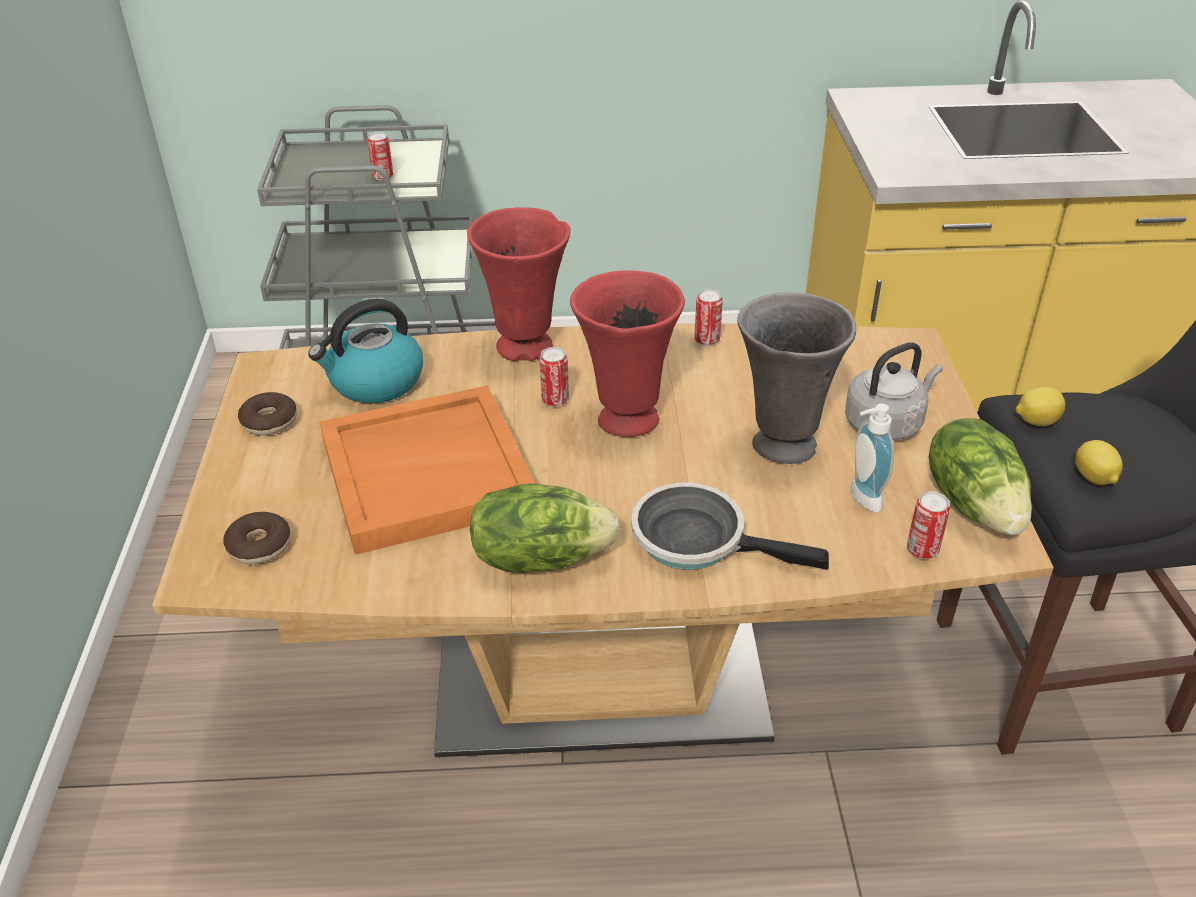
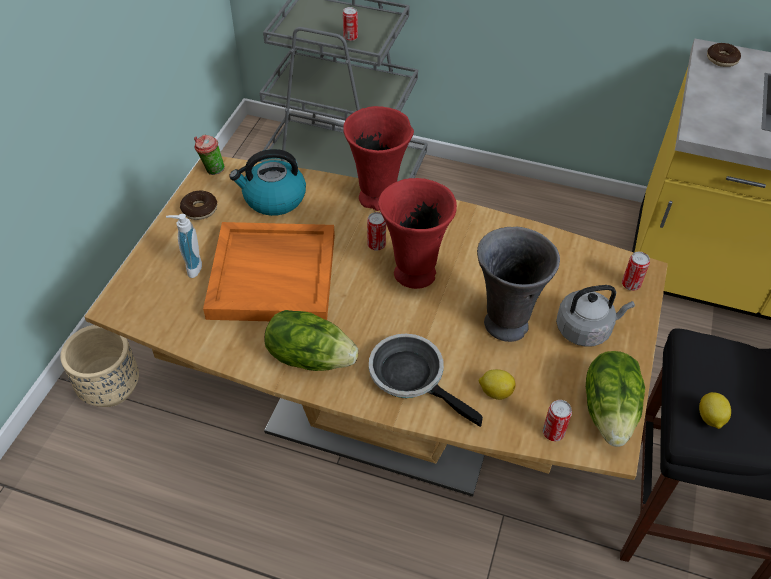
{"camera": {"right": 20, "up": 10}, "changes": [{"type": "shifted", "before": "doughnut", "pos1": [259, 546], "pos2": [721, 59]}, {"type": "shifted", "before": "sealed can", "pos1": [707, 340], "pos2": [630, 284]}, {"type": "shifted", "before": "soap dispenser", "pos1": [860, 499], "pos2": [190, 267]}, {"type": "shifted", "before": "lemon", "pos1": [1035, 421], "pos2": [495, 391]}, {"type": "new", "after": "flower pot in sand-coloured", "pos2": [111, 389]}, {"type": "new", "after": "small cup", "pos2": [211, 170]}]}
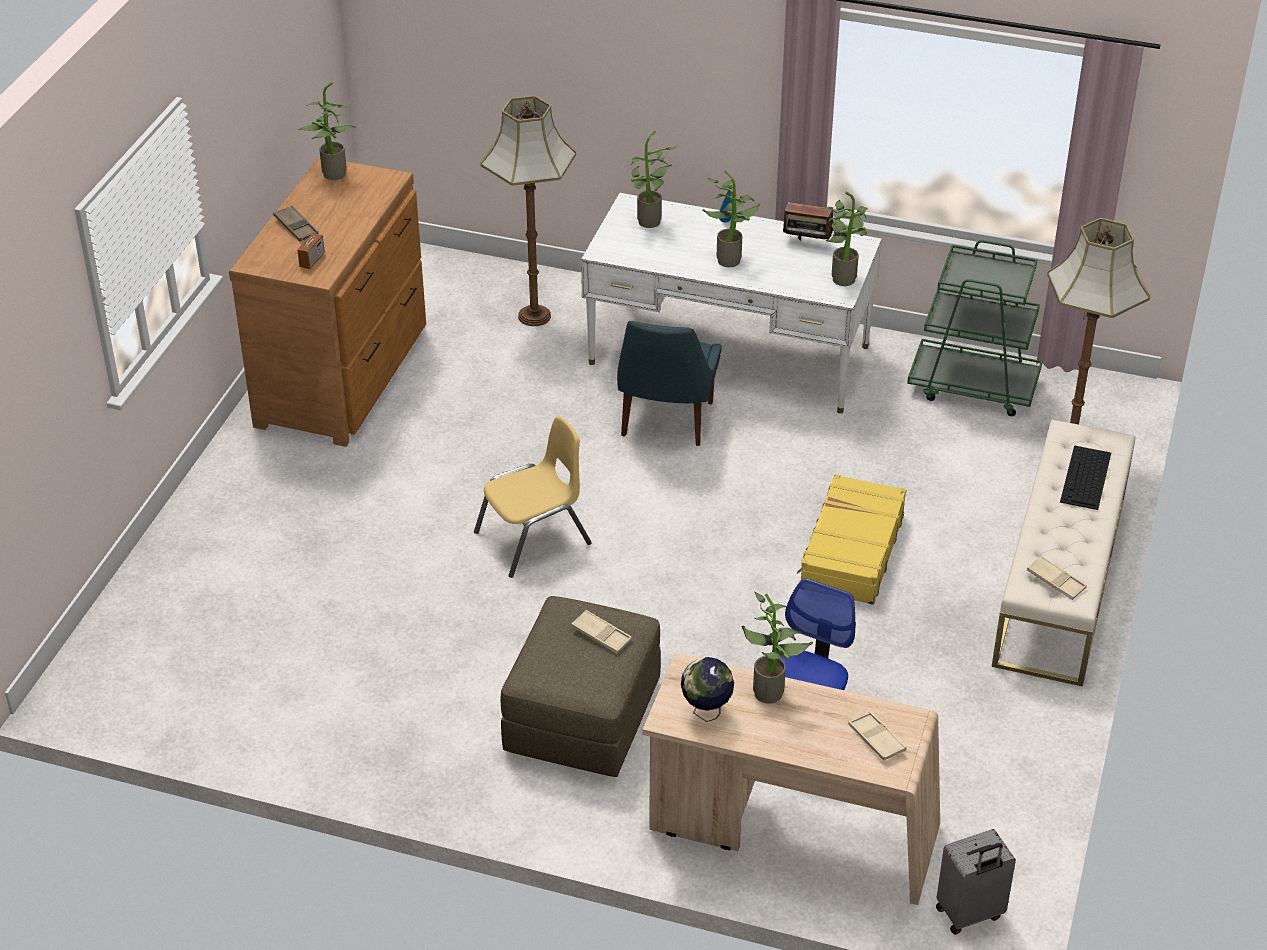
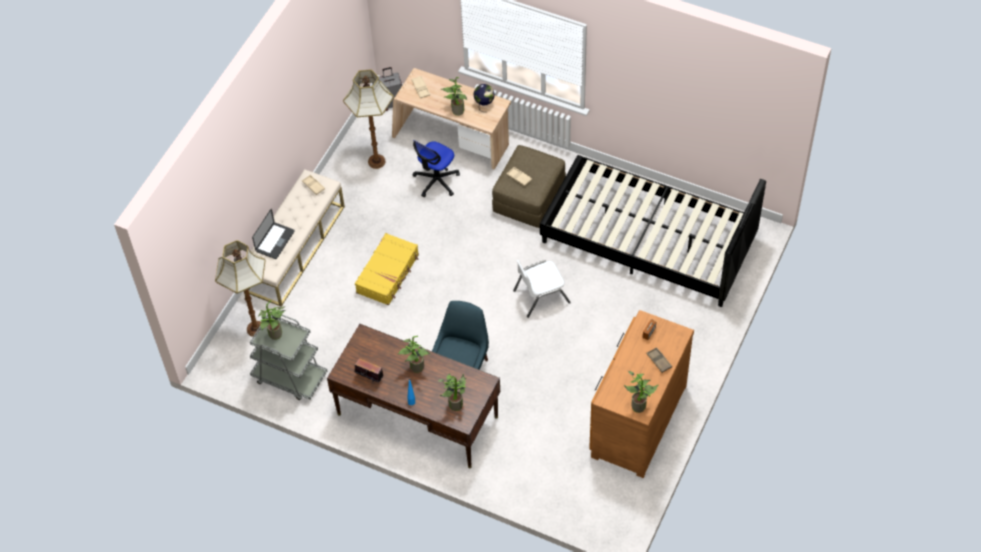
{"camera": {"right": -170, "up": 15}, "changes": [{"type": "repainted", "before": "upright chair in yellow-coloured", "after": "upright chair in whitish", "pos1": [534, 539], "pos2": [541, 296]}, {"type": "shifted", "before": "standing lamp", "pos1": [534, 315], "pos2": [376, 162]}, {"type": "repainted", "before": "desk unit in whitish", "after": "desk unit in brown-coloured", "pos1": [728, 355], "pos2": [417, 415]}, {"type": "shifted", "before": "houseplant", "pos1": [842, 277], "pos2": [275, 336]}, {"type": "repainted", "before": "cart in green", "after": "cart in gray", "pos1": [973, 386], "pos2": [289, 377]}, {"type": "swapped", "before": "computer keyboard", "after": "laptop", "pos1": [1086, 478], "pos2": [275, 241]}, {"type": "new", "after": "bed in black-coloured", "pos2": [648, 241]}]}
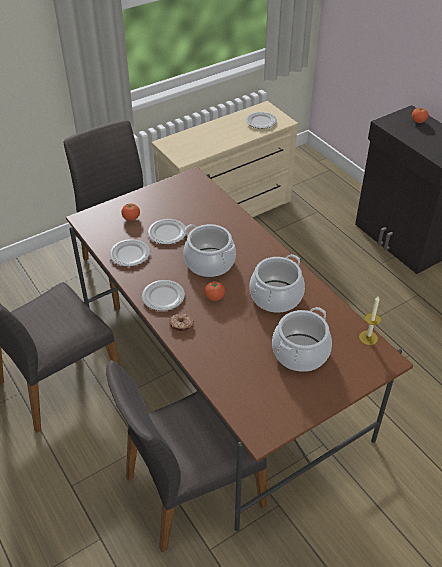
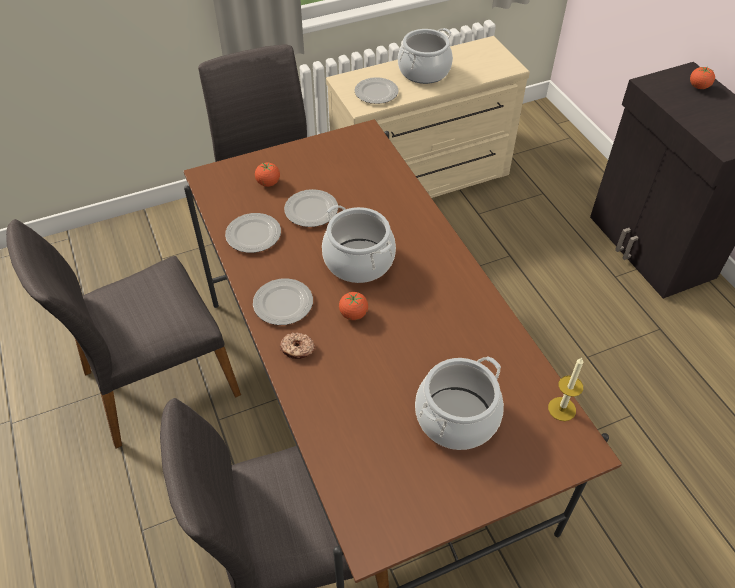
{"camera": {"right": 10, "up": 5}, "changes": [{"type": "shifted", "before": "flat dish", "pos1": [261, 122], "pos2": [376, 93]}, {"type": "shifted", "before": "saucepot", "pos1": [275, 296], "pos2": [424, 71]}]}
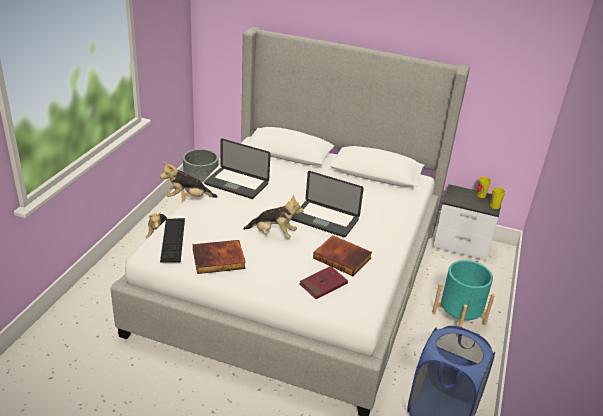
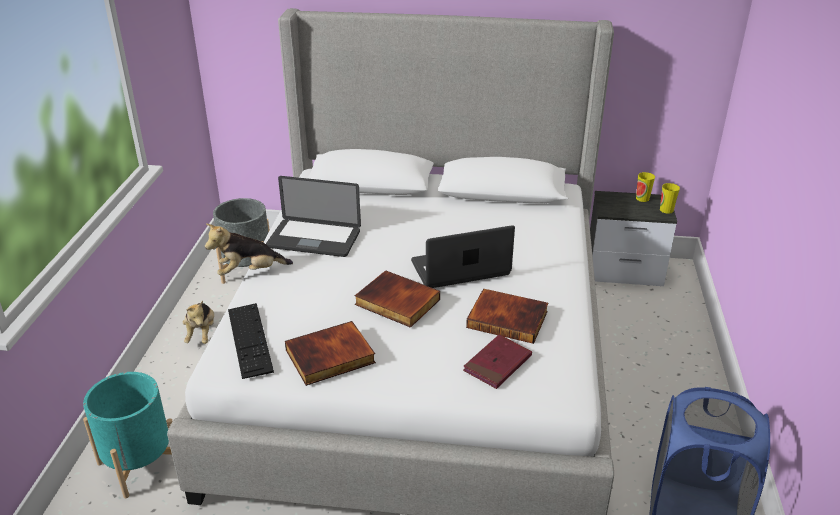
{"camera": {"right": -10, "up": 0}, "changes": [{"type": "swapped", "before": "cuddly toy", "after": "book", "pos1": [273, 234], "pos2": [396, 303]}, {"type": "rotated", "before": "laptop", "pos1": [324, 220], "pos2": [460, 269], "turn": 150}, {"type": "shifted", "before": "flower pot in turquoise-coloured", "pos1": [458, 318], "pos2": [139, 464]}]}
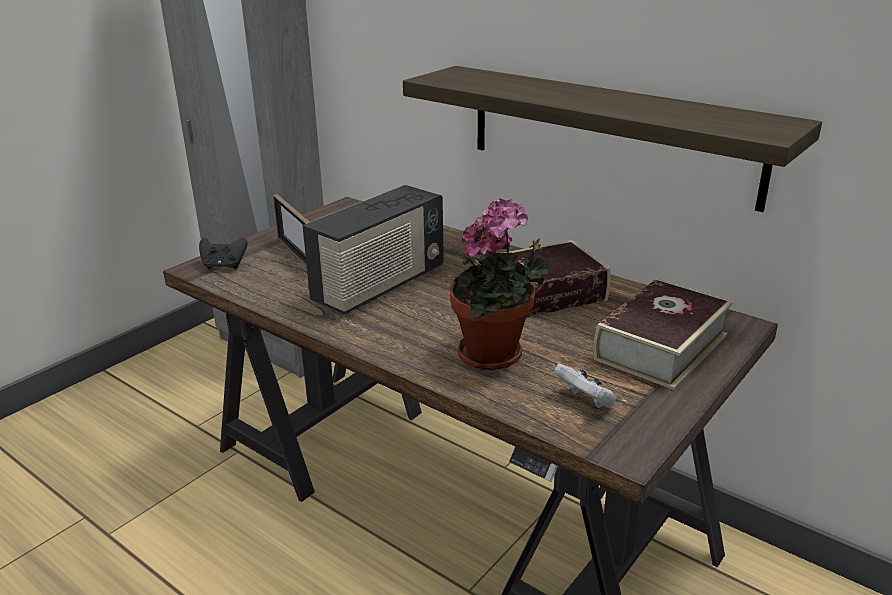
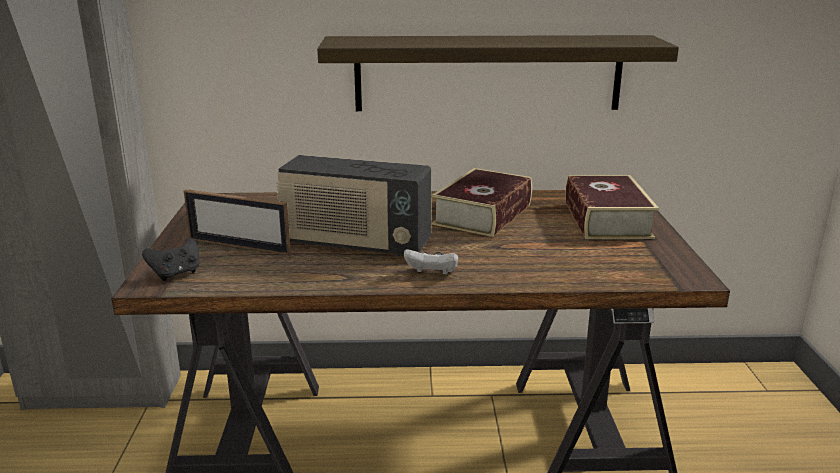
{"camera": {"right": -40, "up": -5}, "changes": [{"type": "rotated", "before": "radio", "pos1": [380, 286], "pos2": [356, 244], "turn": 105}, {"type": "gone", "before": "houseplant", "pos1": [495, 356]}, {"type": "shifted", "before": "game controller in whitish", "pos1": [585, 401], "pos2": [432, 274]}]}
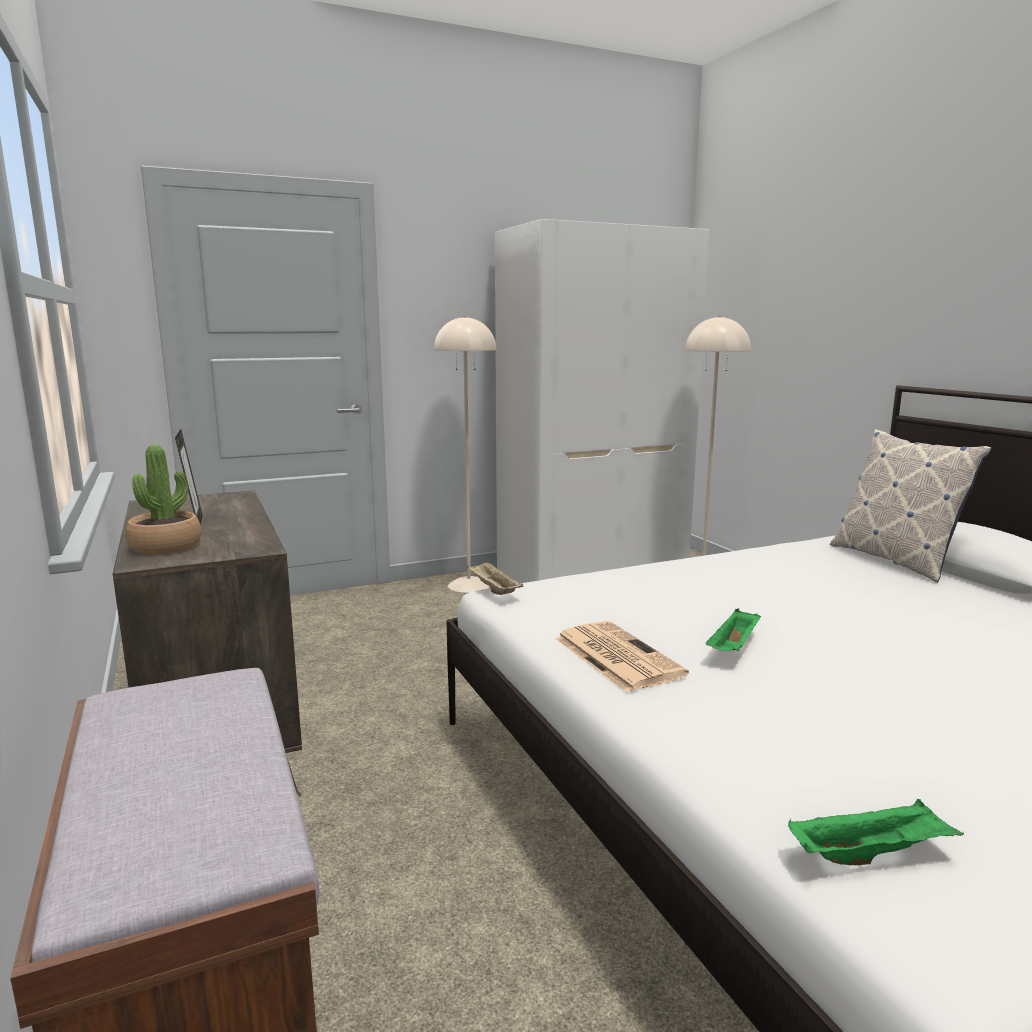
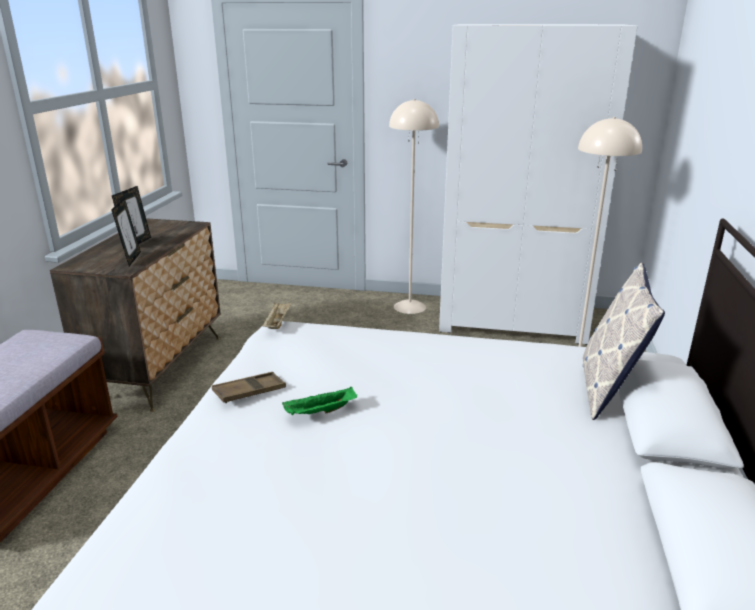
{"camera": {"right": 35, "up": 10}, "changes": [{"type": "gone", "before": "houseplant", "pos1": [165, 546]}, {"type": "swapped", "before": "daily paper", "after": "carrying tray in brown-coloured", "pos1": [615, 656], "pos2": [249, 391]}, {"type": "gone", "before": "carrying tray in green", "pos1": [870, 853]}, {"type": "new", "after": "standing frame", "pos2": [131, 259]}]}
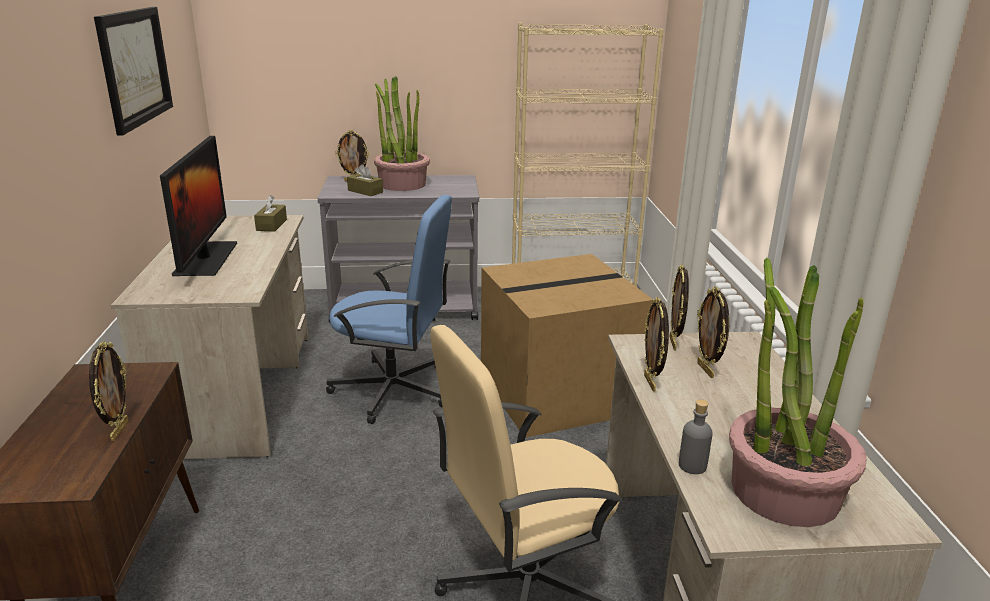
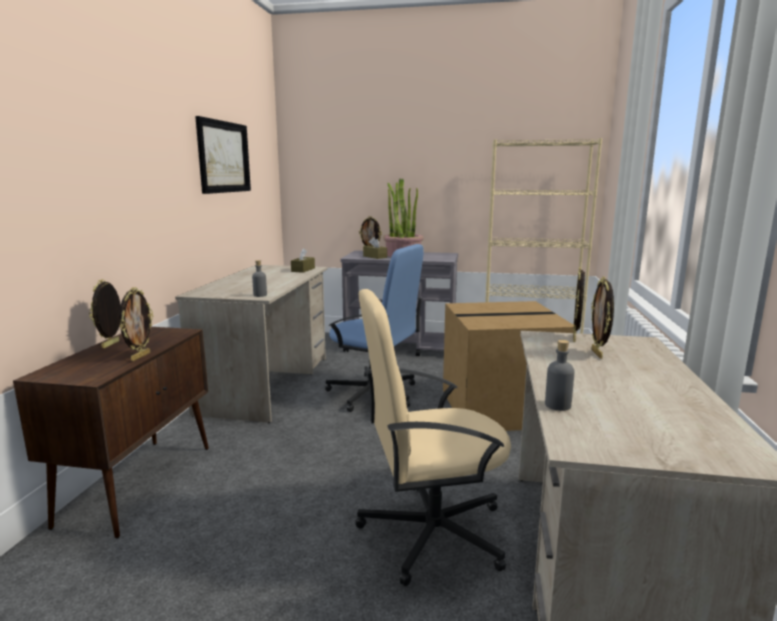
{"camera": {"right": 15, "up": -10}, "changes": [{"type": "gone", "before": "computer display", "pos1": [206, 258]}, {"type": "shifted", "before": "standing frame", "pos1": [651, 383], "pos2": [111, 344]}, {"type": "gone", "before": "houseplant", "pos1": [784, 490]}, {"type": "new", "after": "beverage bottle in gray", "pos2": [260, 295]}]}
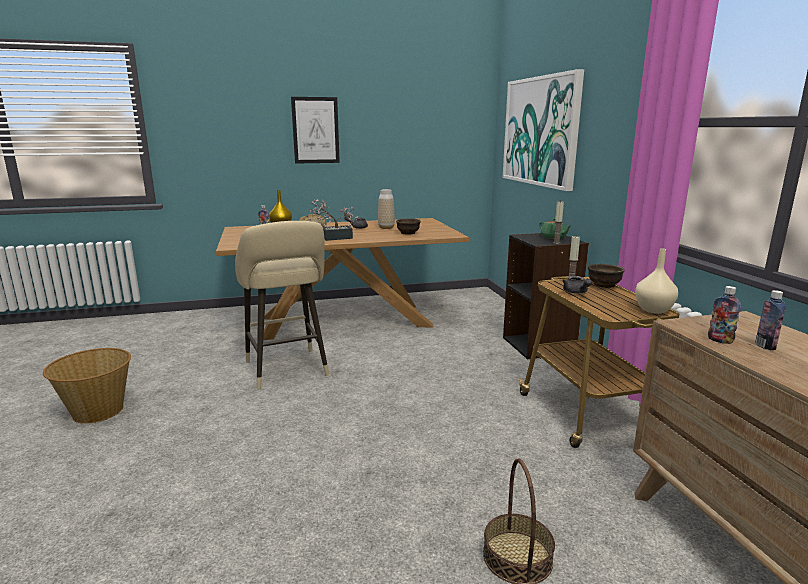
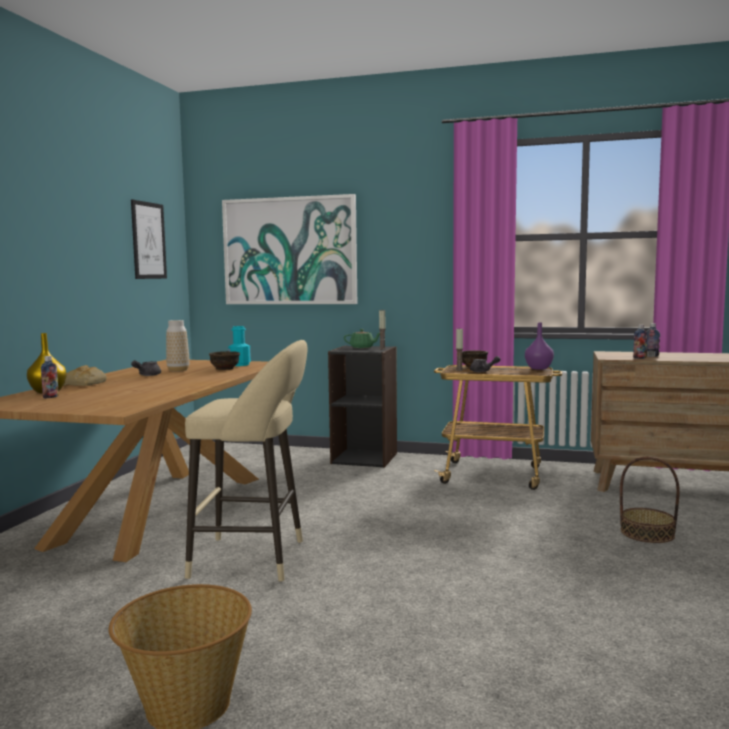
{"camera": {"right": -60, "up": -10}, "changes": [{"type": "shifted", "before": "wall picture", "pos1": [315, 130], "pos2": [148, 240]}, {"type": "gone", "before": "houseplant", "pos1": [333, 238]}, {"type": "repainted", "before": "flower vase in sand-coloured", "after": "flower vase in purple", "pos1": [654, 310], "pos2": [538, 368]}, {"type": "new", "after": "beverage bottle in turquoise-coloured", "pos2": [239, 365]}]}
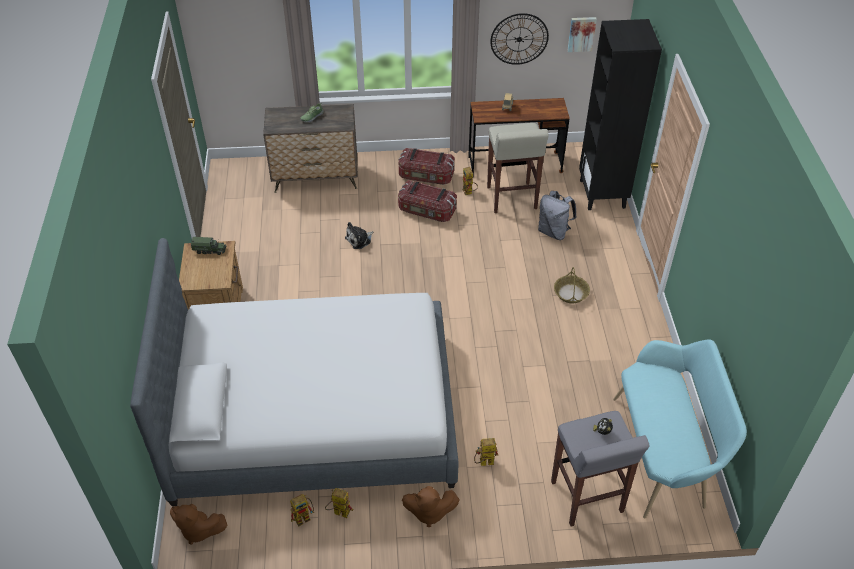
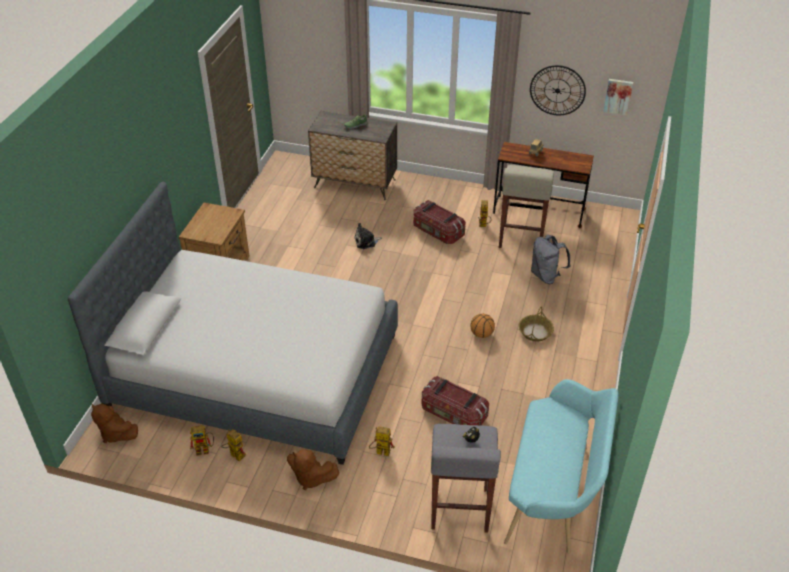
{"camera": {"right": 20, "up": -5}, "changes": [{"type": "gone", "before": "toy truck", "pos1": [209, 250]}, {"type": "shifted", "before": "storage container", "pos1": [426, 176], "pos2": [453, 414]}, {"type": "gone", "before": "bookshelf in black-coloured", "pos1": [602, 194]}, {"type": "new", "after": "basketball", "pos2": [481, 334]}]}
